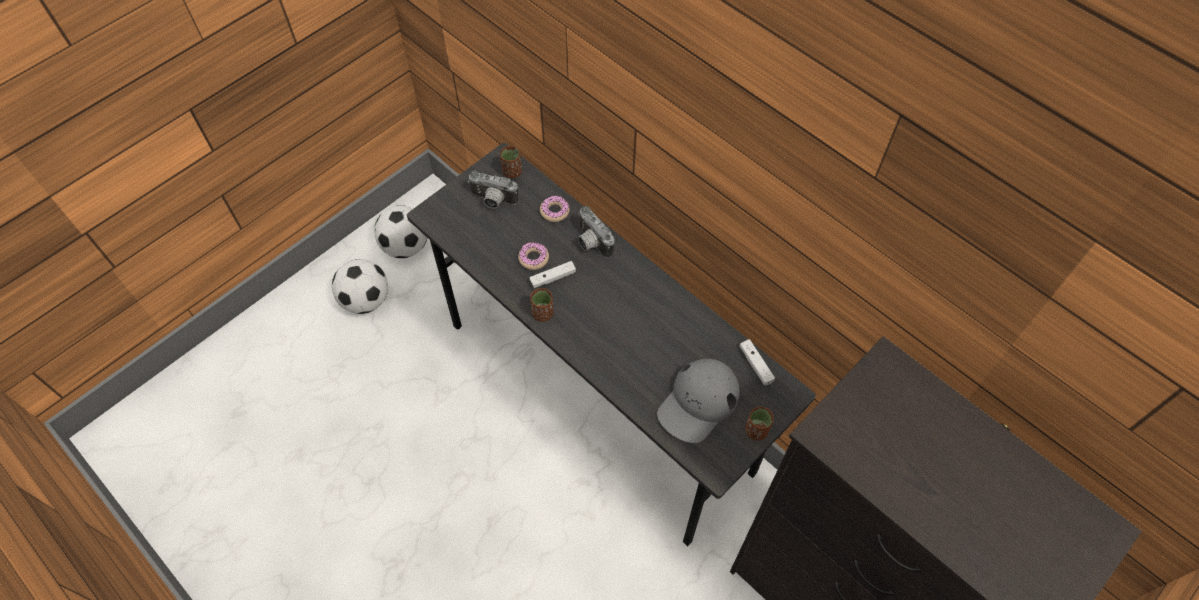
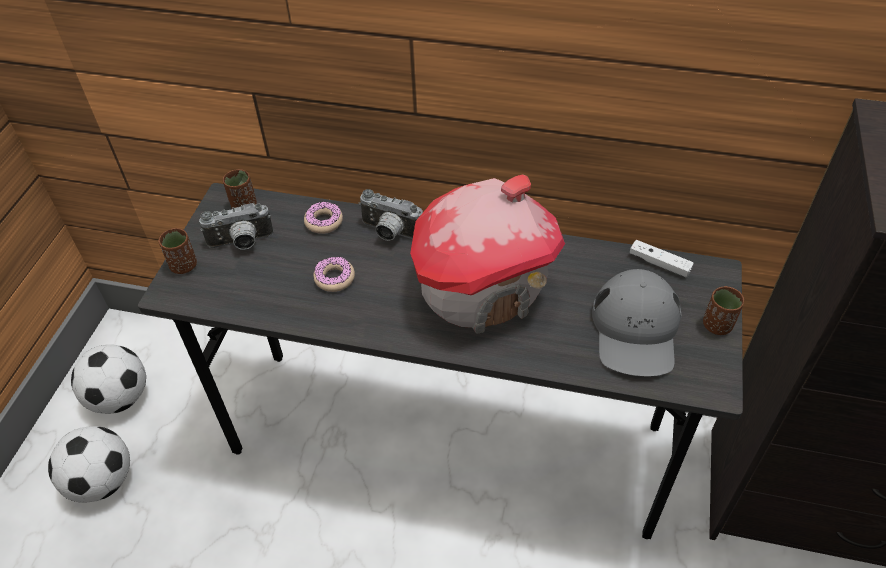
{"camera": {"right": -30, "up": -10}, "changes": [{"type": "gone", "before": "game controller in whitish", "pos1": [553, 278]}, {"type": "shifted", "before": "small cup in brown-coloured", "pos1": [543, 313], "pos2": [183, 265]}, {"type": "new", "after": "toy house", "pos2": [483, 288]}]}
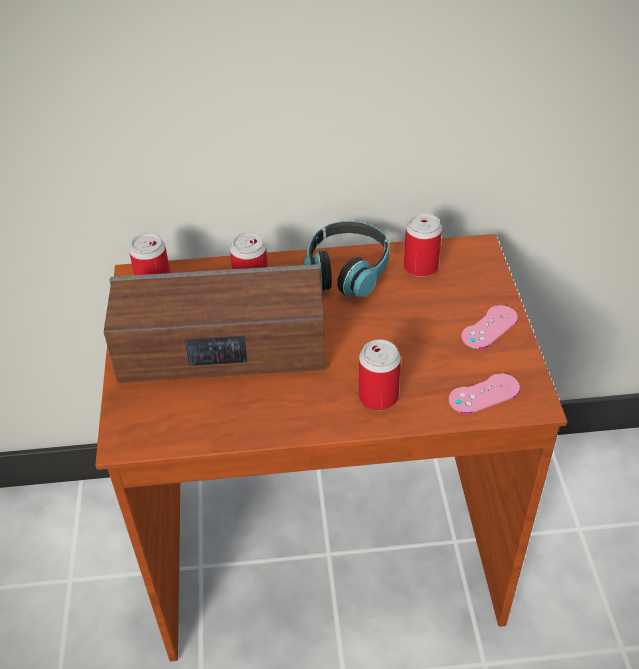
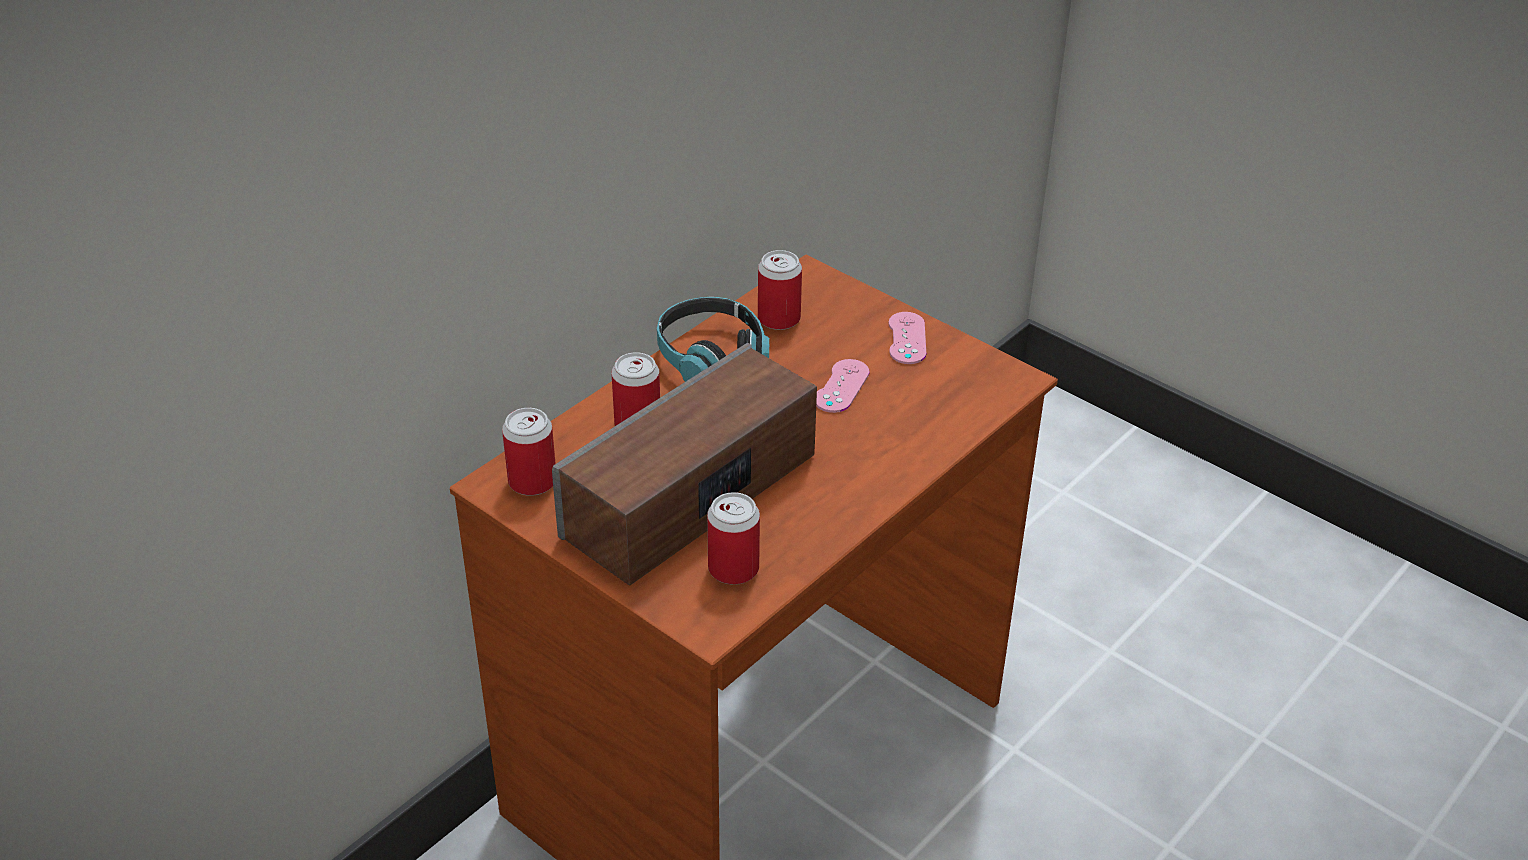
{"camera": {"right": -45, "up": -5}, "changes": [{"type": "shifted", "before": "sealed can", "pos1": [378, 397], "pos2": [733, 568]}, {"type": "shifted", "before": "game controller in pinkish", "pos1": [484, 394], "pos2": [841, 386]}]}
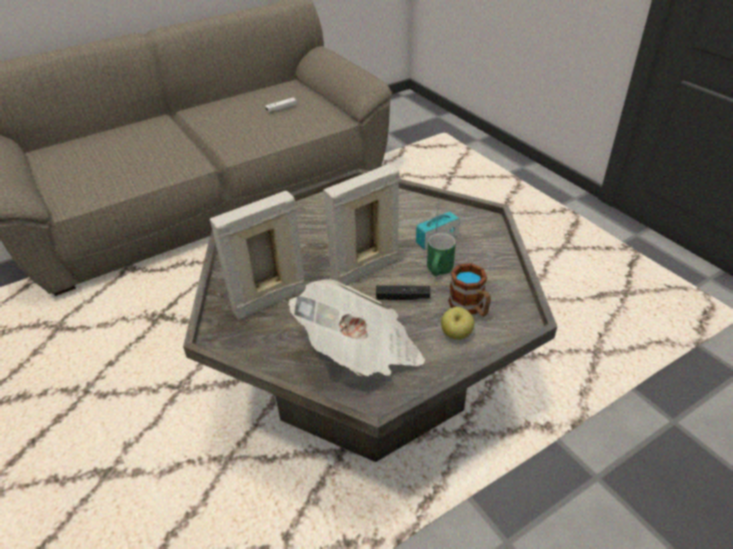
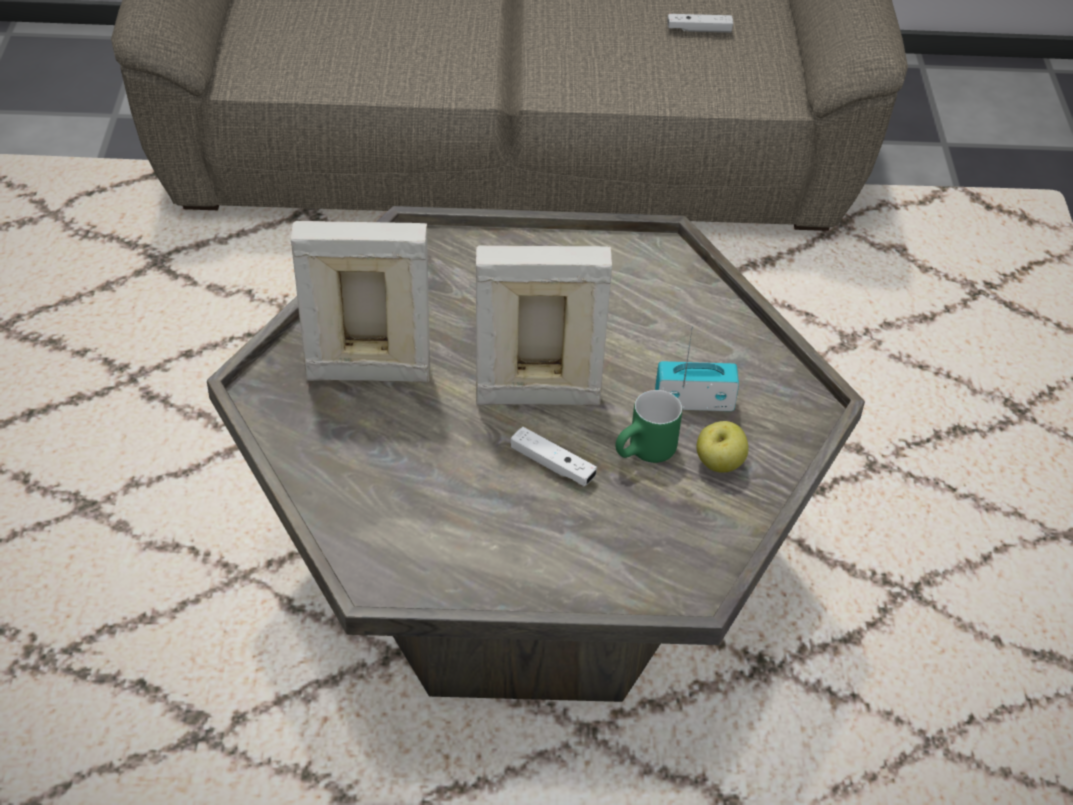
{"camera": {"right": 30, "up": 5}, "changes": [{"type": "gone", "before": "daily paper", "pos1": [361, 352]}, {"type": "repainted", "before": "game controller in black-coloured", "after": "game controller in whitish", "pos1": [402, 297], "pos2": [552, 465]}, {"type": "shifted", "before": "apple", "pos1": [456, 335], "pos2": [719, 464]}, {"type": "gone", "before": "coffee mug", "pos1": [470, 308]}]}
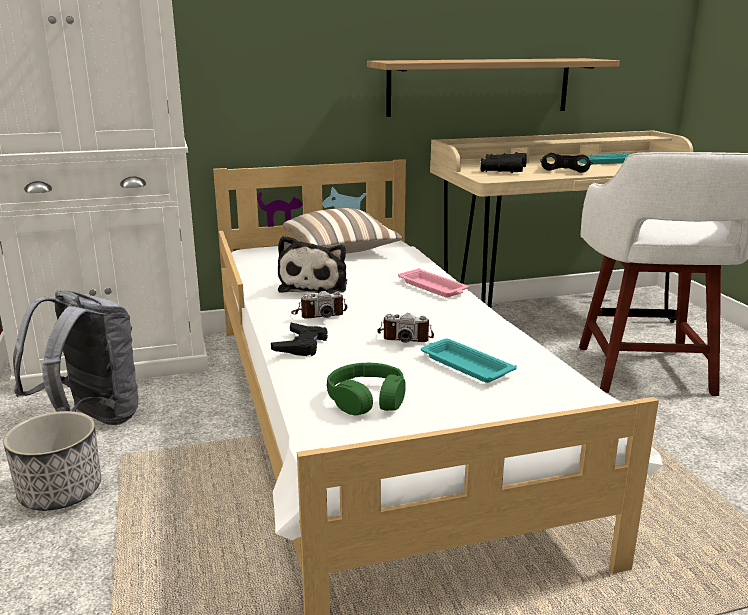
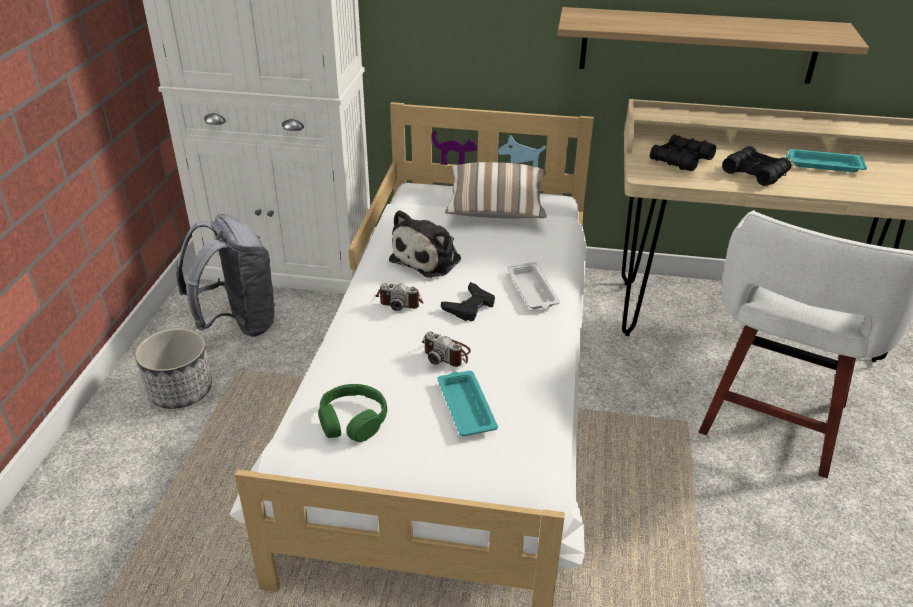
{"camera": {"right": 25, "up": 15}, "changes": [{"type": "shifted", "before": "game controller in black-coloured", "pos1": [301, 345], "pos2": [469, 307]}, {"type": "repainted", "before": "carrying tray in pinkish", "after": "carrying tray in whitish", "pos1": [433, 288], "pos2": [533, 291]}]}
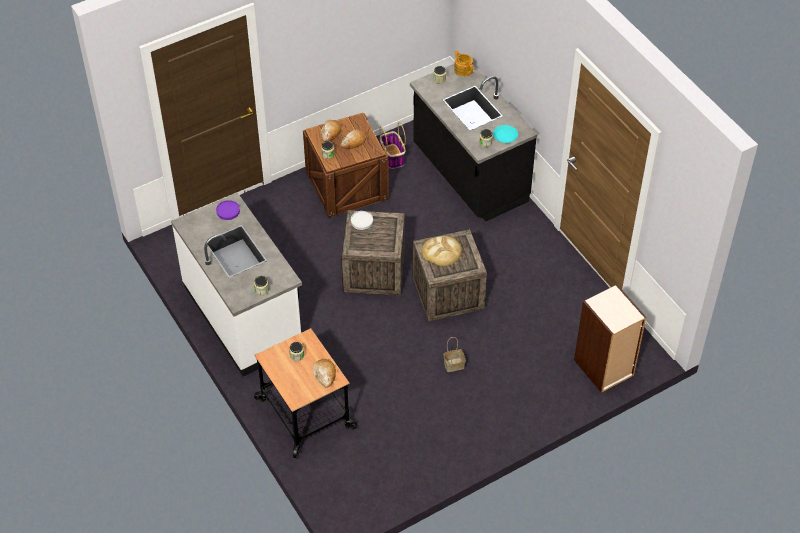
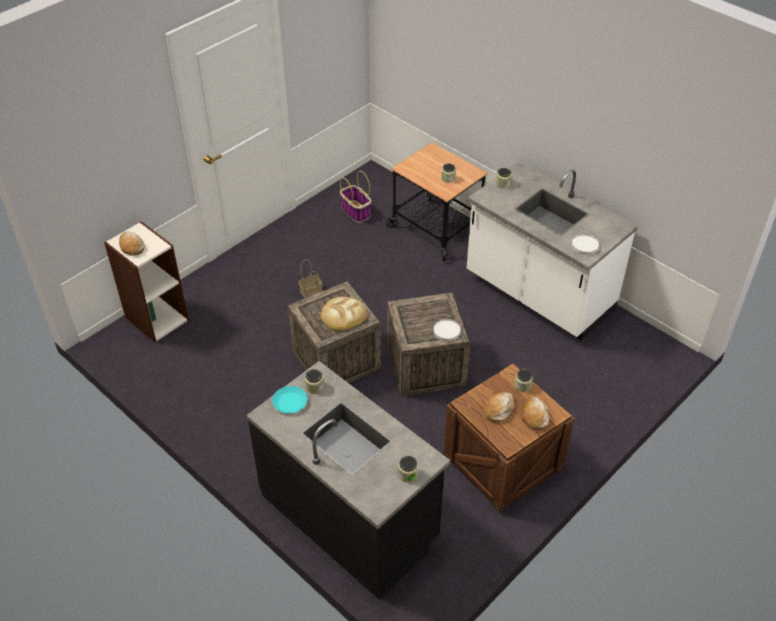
{"camera": {"right": 165, "up": -5}, "changes": [{"type": "repainted", "before": "flat dish in purple", "after": "flat dish in whitish", "pos1": [228, 211], "pos2": [585, 245]}, {"type": "shifted", "before": "bakery bread", "pos1": [325, 374], "pos2": [131, 246]}, {"type": "shifted", "before": "storage basket", "pos1": [392, 156], "pos2": [356, 212]}, {"type": "gone", "before": "tea pot", "pos1": [463, 70]}]}
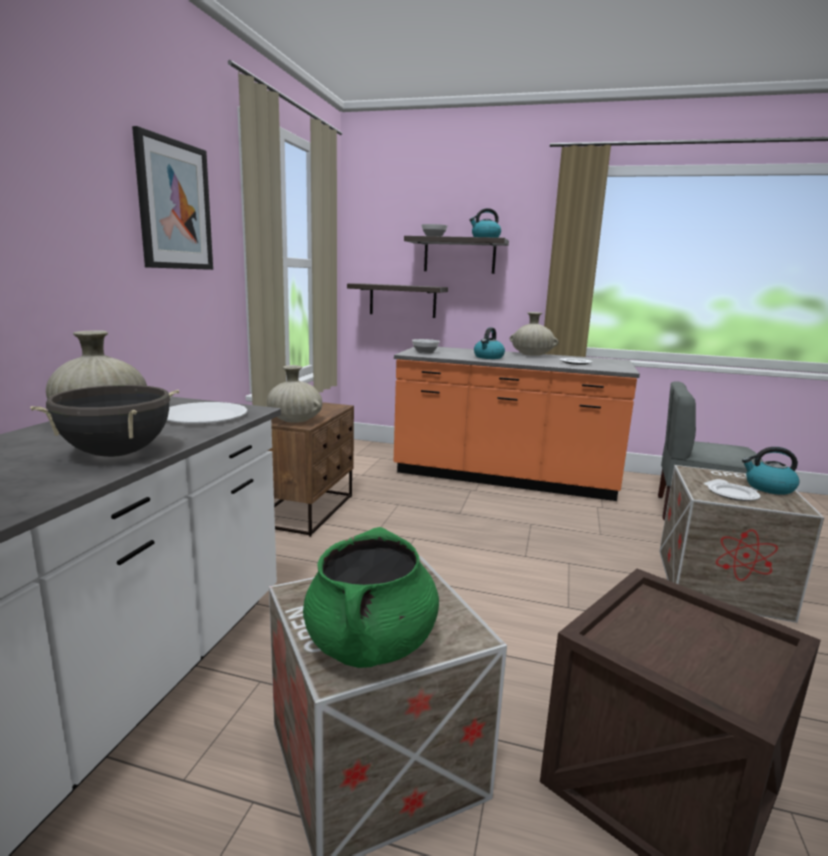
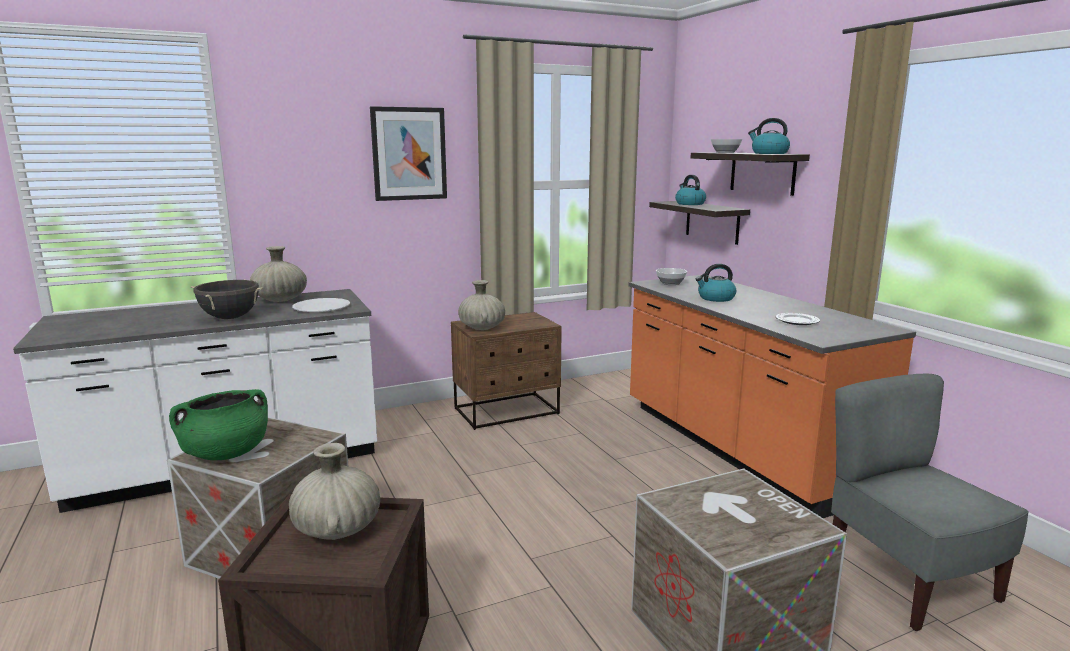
{"camera": {"right": 50, "up": 0}, "changes": [{"type": "shifted", "before": "flower vase in sand-coloured", "pos1": [531, 355], "pos2": [337, 530]}, {"type": "gone", "before": "flat dish", "pos1": [732, 494]}, {"type": "shifted", "before": "water kettle", "pos1": [768, 488], "pos2": [689, 204]}]}
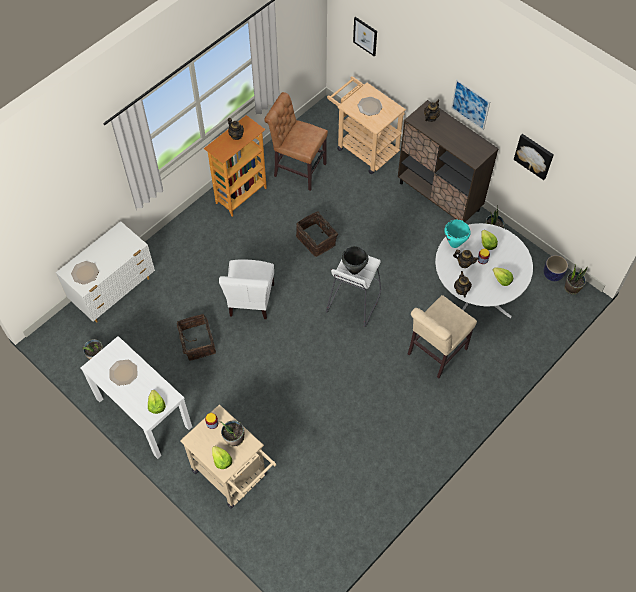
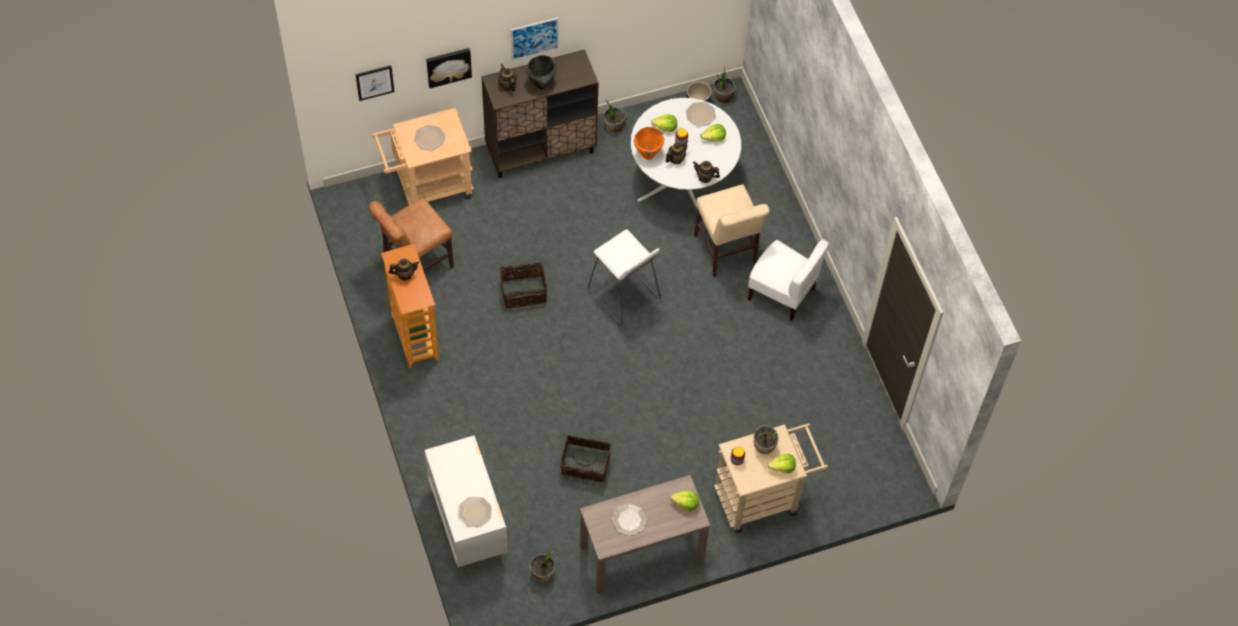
{"camera": {"right": -65, "up": 0}, "changes": [{"type": "repainted", "before": "console table in whitish", "after": "console table in brown-coloured", "pos1": [143, 412], "pos2": [641, 553]}, {"type": "shifted", "before": "upright chair in whitish", "pos1": [250, 300], "pos2": [782, 293]}, {"type": "shifted", "before": "saucepot in black-coloured", "pos1": [354, 270], "pos2": [542, 84]}, {"type": "repainted", "before": "saucepot in turquoise-coloured", "after": "saucepot in orangey", "pos1": [454, 244], "pos2": [648, 155]}, {"type": "shifted", "before": "wall picture", "pos1": [534, 156], "pos2": [448, 66]}, {"type": "new", "after": "flat dish", "pos2": [700, 114]}]}
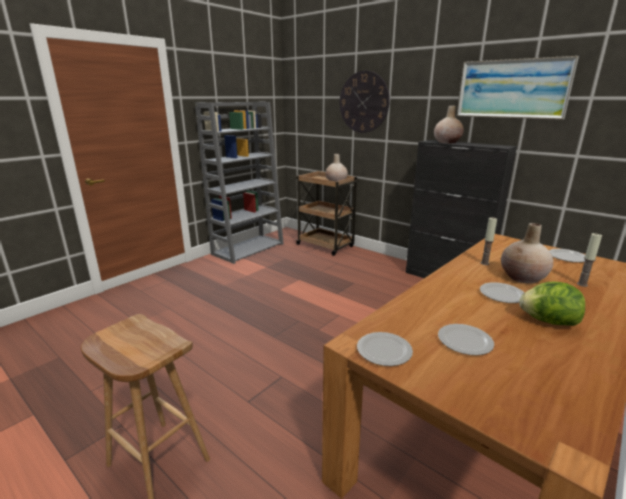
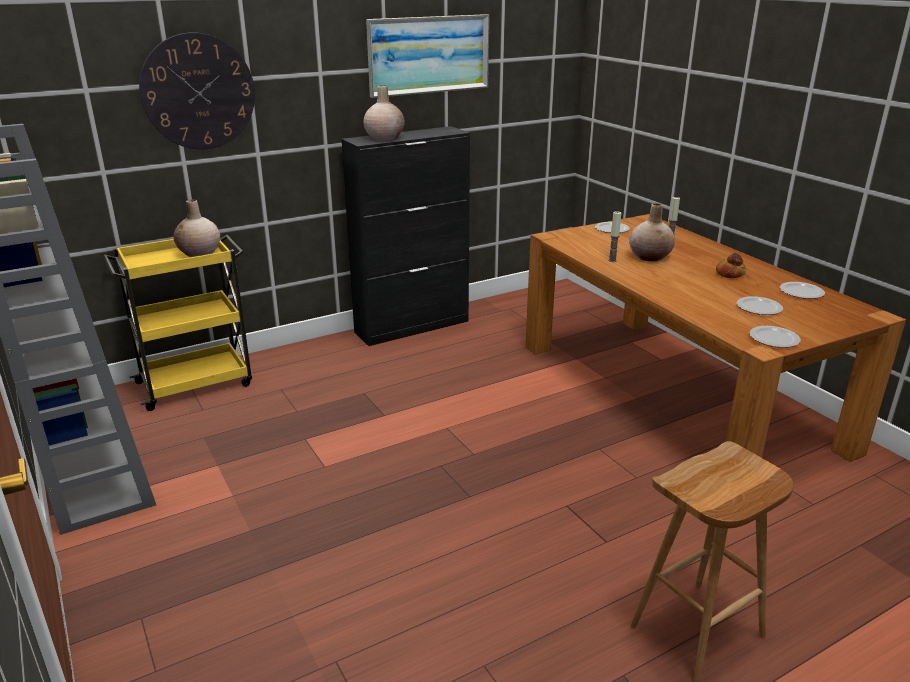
{"camera": {"right": -70, "up": 5}, "changes": [{"type": "repainted", "before": "cart in brown-coloured", "after": "cart in yellow-coloured", "pos1": [326, 246], "pos2": [197, 383]}, {"type": "shifted", "before": "flat dish", "pos1": [501, 294], "pos2": [801, 292]}, {"type": "swapped", "before": "lettuce", "after": "bakery bread", "pos1": [548, 321], "pos2": [730, 274]}]}
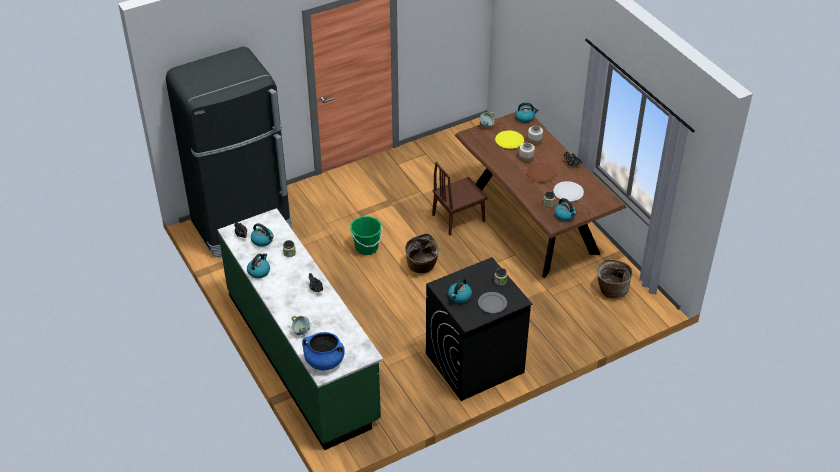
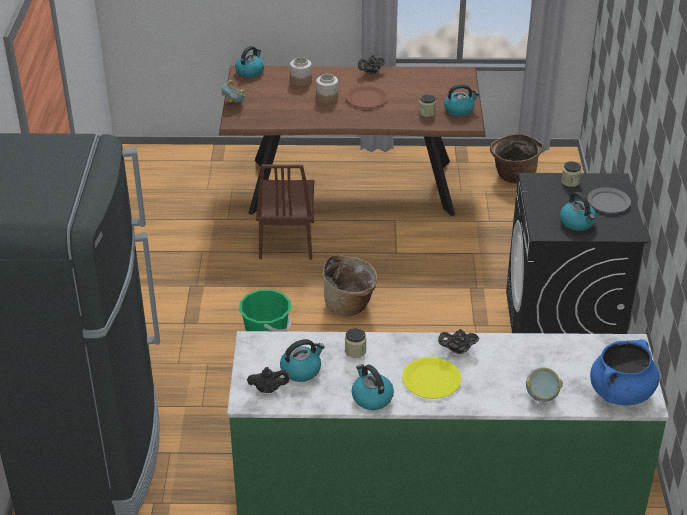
{"camera": {"right": -60, "up": -5}, "changes": [{"type": "shifted", "before": "flat dish in yellow-coloured", "pos1": [509, 140], "pos2": [431, 379]}, {"type": "gone", "before": "flat dish in whitish", "pos1": [568, 192]}]}
